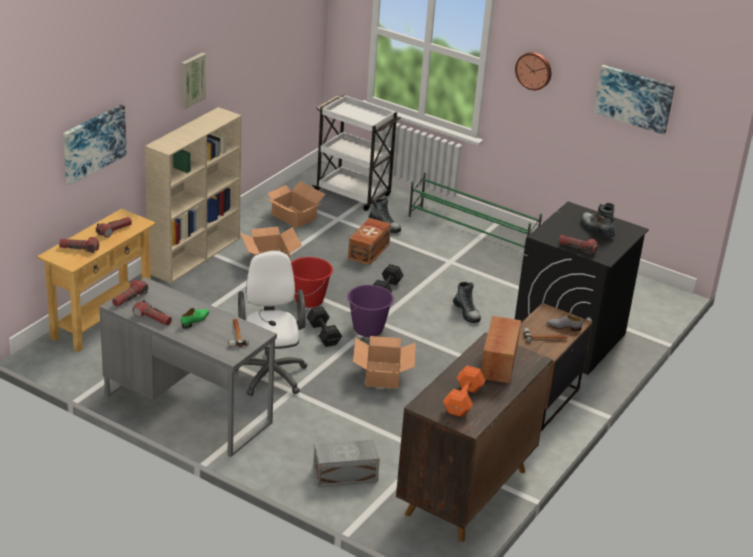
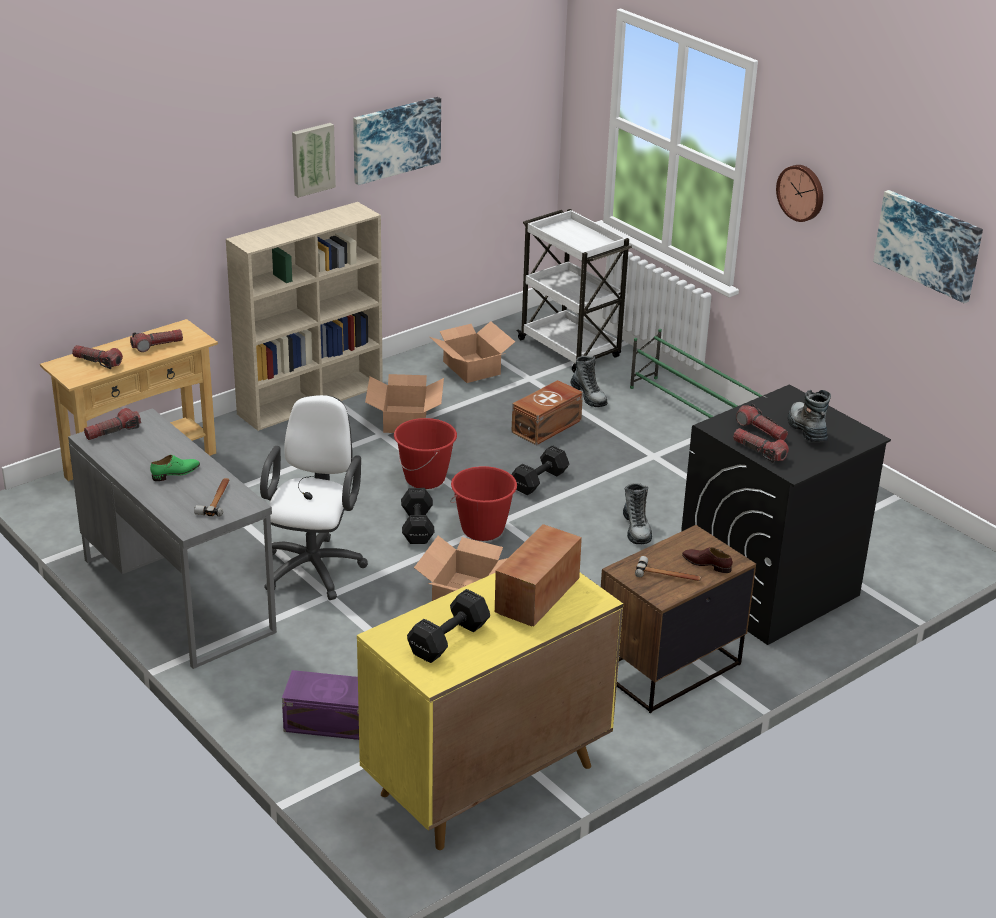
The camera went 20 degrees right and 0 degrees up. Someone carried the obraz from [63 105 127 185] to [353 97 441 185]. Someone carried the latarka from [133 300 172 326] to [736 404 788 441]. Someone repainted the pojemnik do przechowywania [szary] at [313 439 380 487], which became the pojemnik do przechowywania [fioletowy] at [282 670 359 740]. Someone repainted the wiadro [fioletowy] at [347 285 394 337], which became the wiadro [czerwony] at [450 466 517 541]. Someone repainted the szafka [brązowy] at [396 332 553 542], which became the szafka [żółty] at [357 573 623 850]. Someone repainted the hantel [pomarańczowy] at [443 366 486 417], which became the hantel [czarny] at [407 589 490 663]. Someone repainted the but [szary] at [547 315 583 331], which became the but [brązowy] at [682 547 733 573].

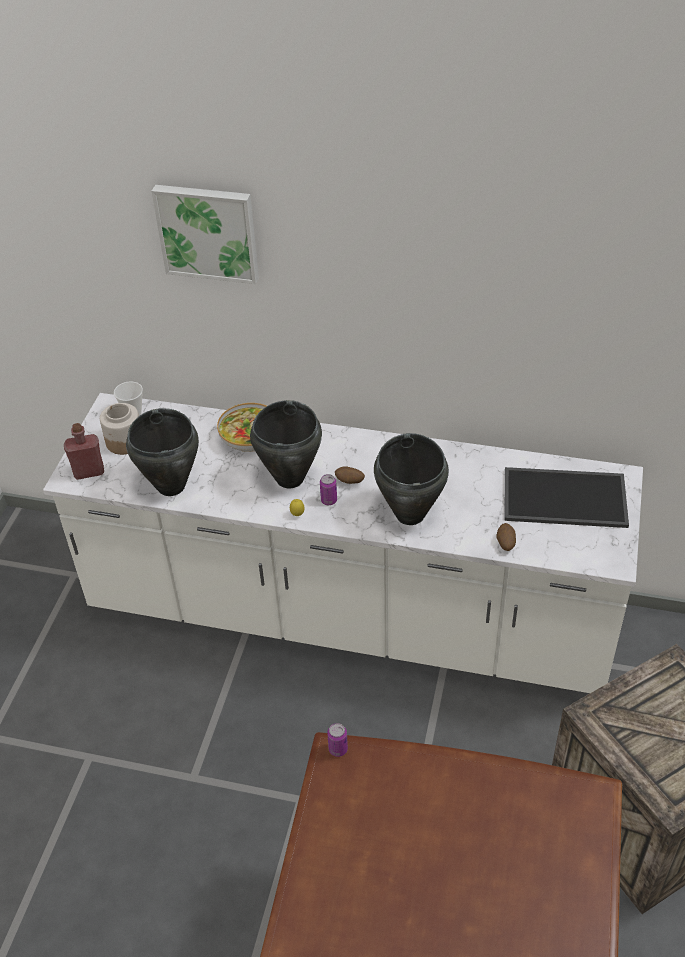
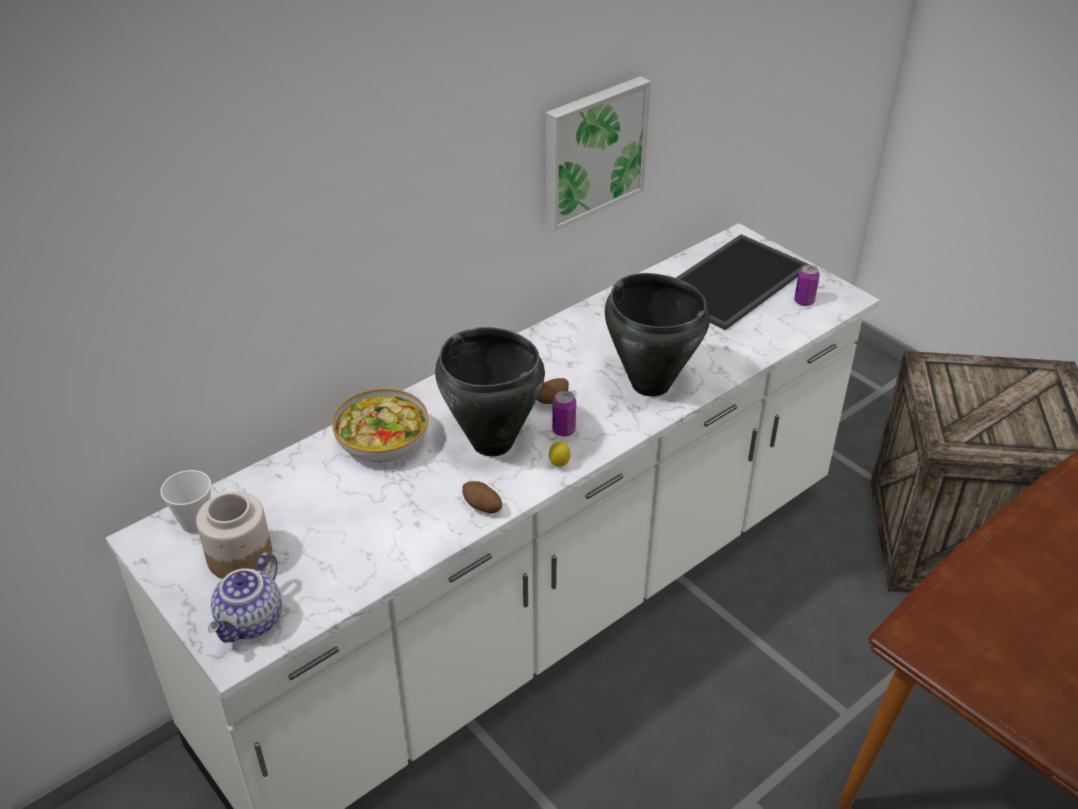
The camera went 55 degrees left and 5 degrees down. Someone swapped the butelka [czerwony] at [64 423 104 480] for the imbryk at [208 552 282 643]. Someone took away the garnek [czarny] at [126 408 199 496]. Someone carried the obraz from [151 185 259 284] to [545 76 651 231]. Someone carried the puszka from [327 723 348 757] to [794 265 820 306]. Someone carried the ziemniak from [496 523 516 551] to [462 481 502 514].

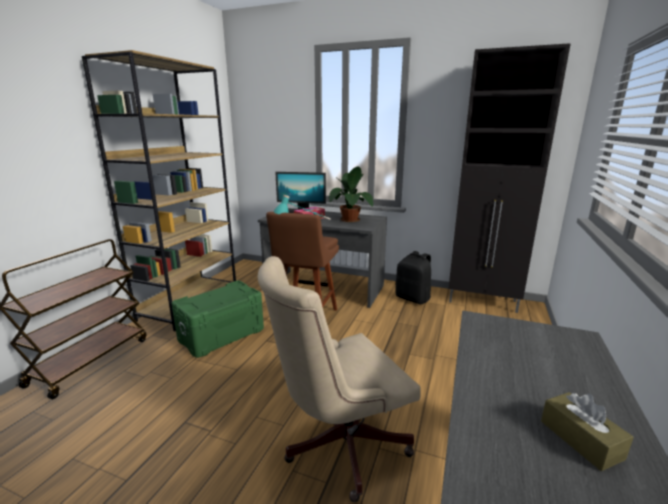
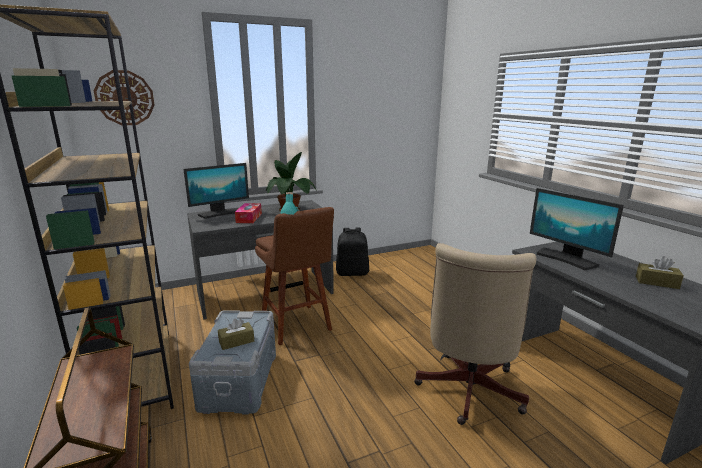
The camera went 45 degrees left and 0 degrees up. Someone repainted the pojemnik do przechowywania [zielony] at [171 281 264 358], which became the pojemnik do przechowywania [szary] at [189 310 276 415]. Someone took away the szafka [czarny] at [448 43 571 313]. Someone put up the zegar ścienny at [94 70 155 125]. Someone put down the pudełko chusteczek [brązowy] at [218 318 254 350]. Someone put down the monitor at [530 188 624 270].

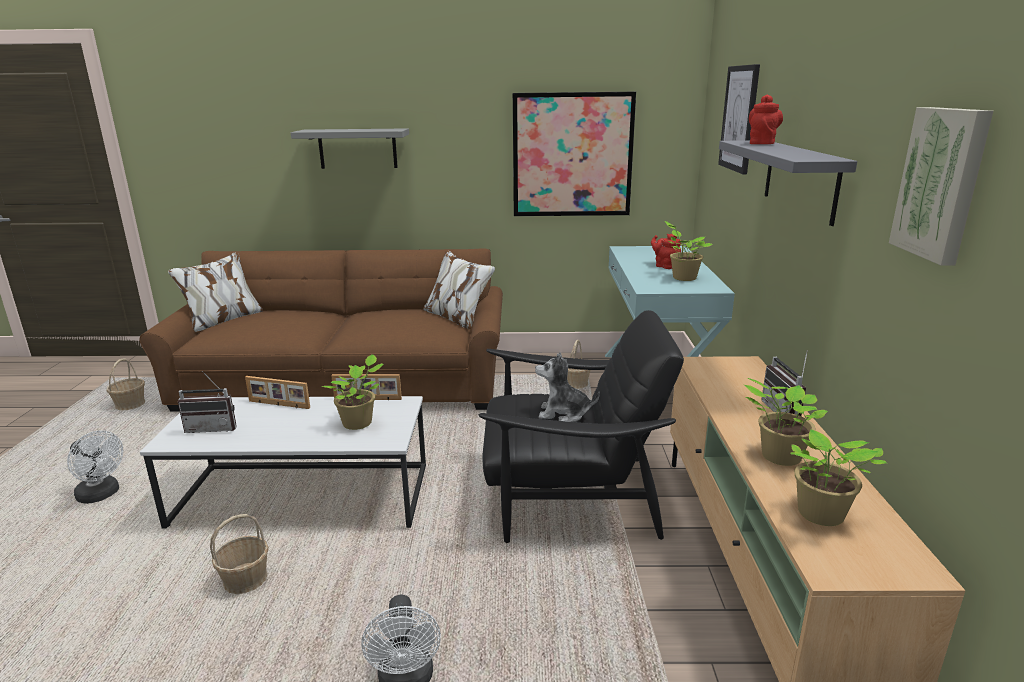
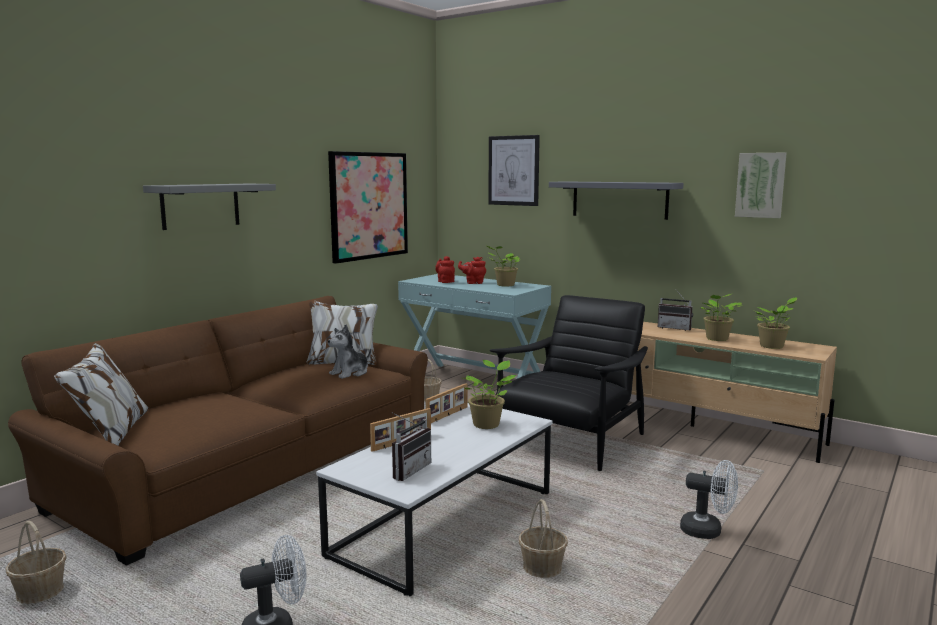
The camera went 55 degrees left and 10 degrees down. Someone carried the pluszak from [535 352 600 422] to [328 324 371 379]. Someone carried the imbryk [czerwony] from [749 95 783 144] to [436 256 455 283].

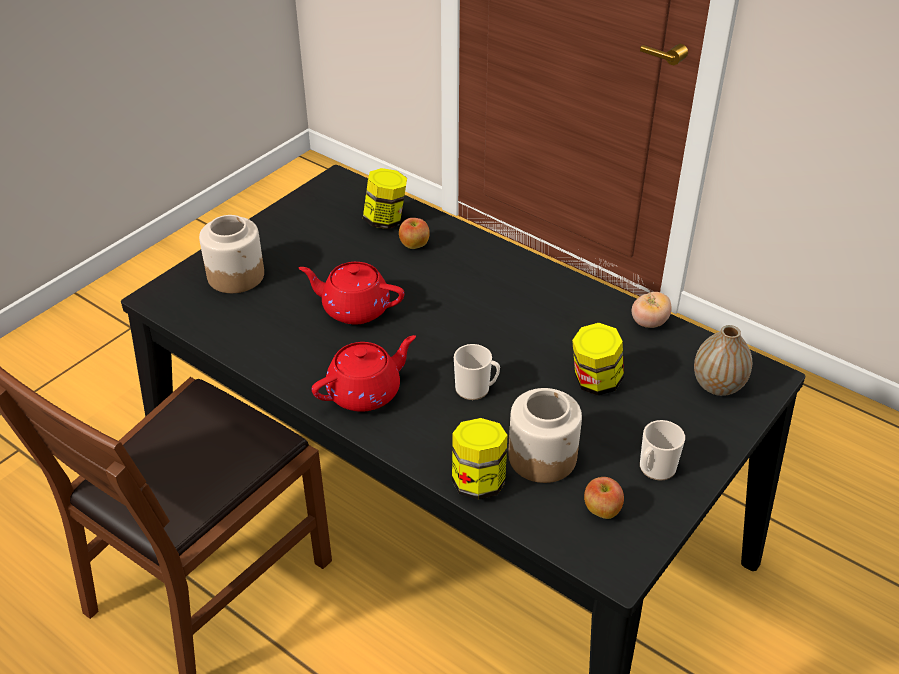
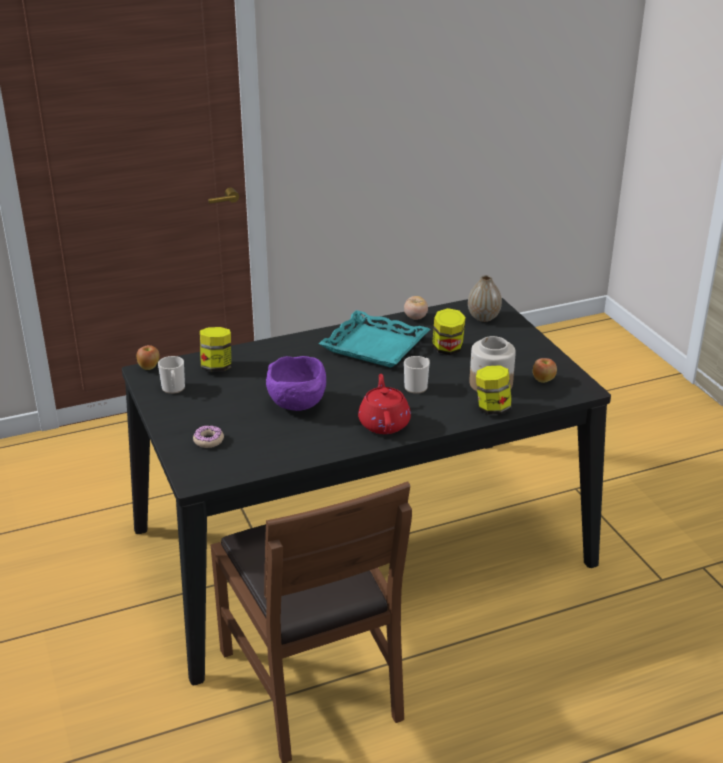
The camera went 60 degrees left and 10 degrees down. Someone swapped the słoik at [199 215 264 293] for the donut at [193 425 224 448]. Someone swapped the imbryk [czerwony] at [299 262 404 325] for the miska [fioletowy] at [266 356 326 411]. Someone carried the jabłko from [399 218 430 249] to [137 345 160 370]. Someone carried the kubek from [640 420 685 481] to [158 356 185 394]. Someone put down the taca [turkusowy] at [319 310 430 368].

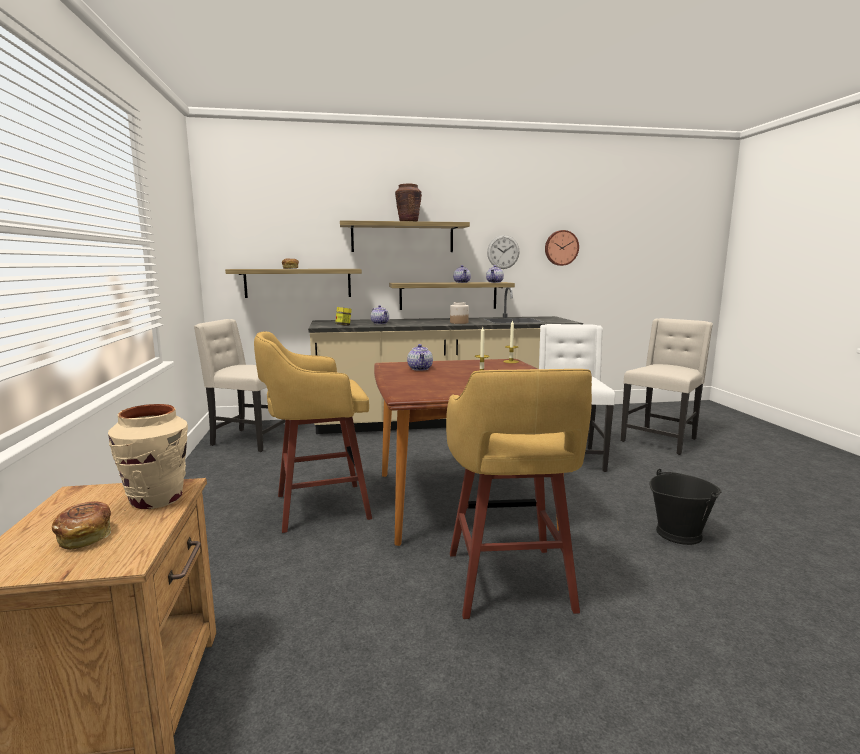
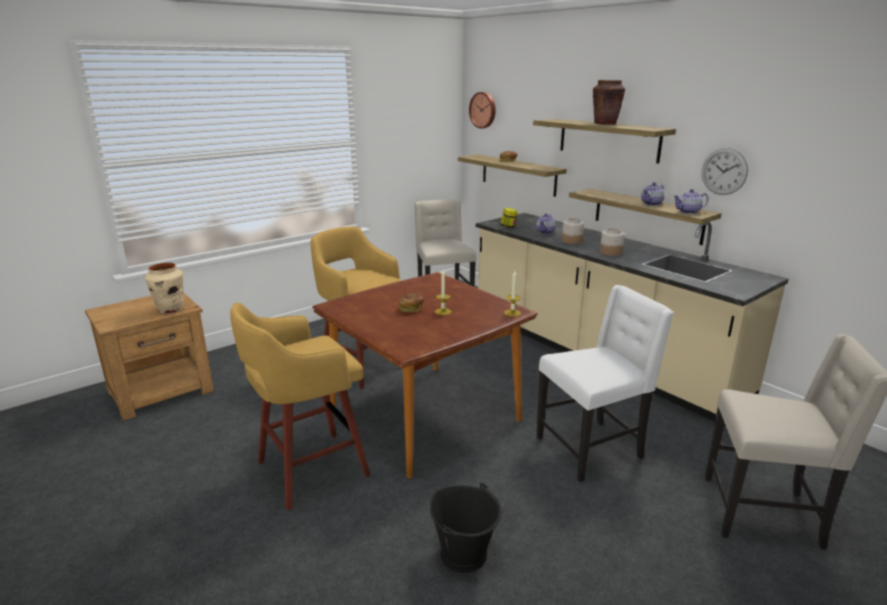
The camera went 60 degrees right and 10 degrees up. Someone carried the chleb from [52 501 111 550] to [399 293 424 312]. Someone took away the imbryk at [407 344 433 371]. Someone carried the zegar ścienny from [545 230 579 266] to [469 92 496 129]. Someone put down the słoik at [562 218 584 244].

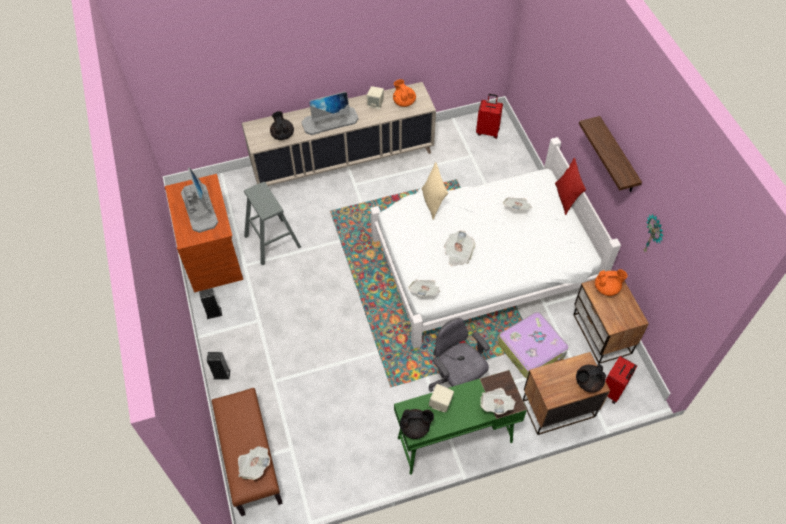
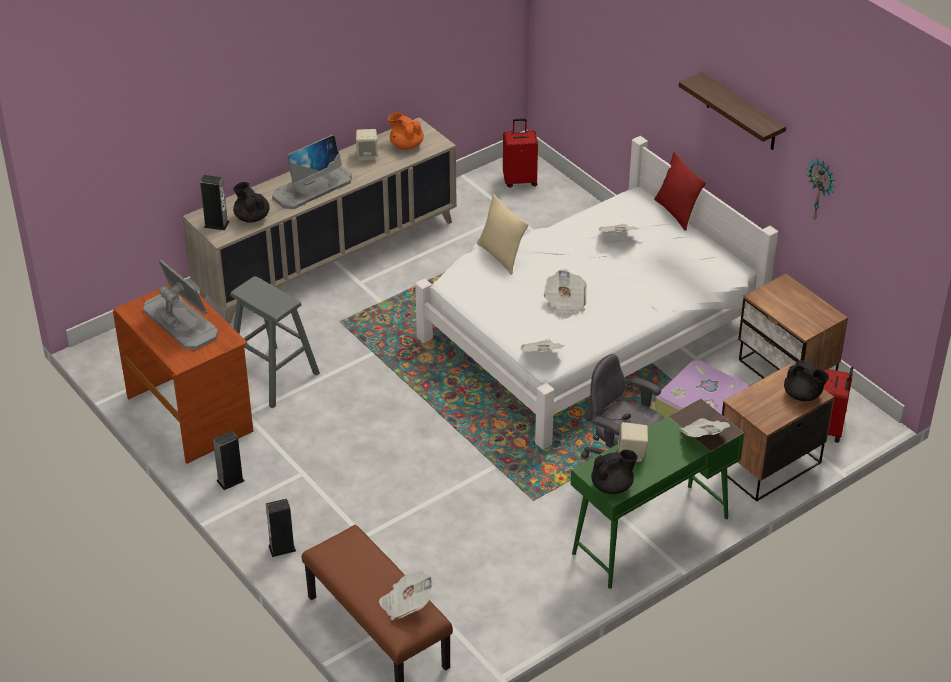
The camera went 20 degrees left and 15 degrees down. Someone rotated the imbryk [czarny] at [576 364 606 392] by 105 degrees counterclockwise. Someone took away the imbryk [pomarańczowy] at [595 269 627 296]. Someone put down the głośnik at [200 175 229 230].

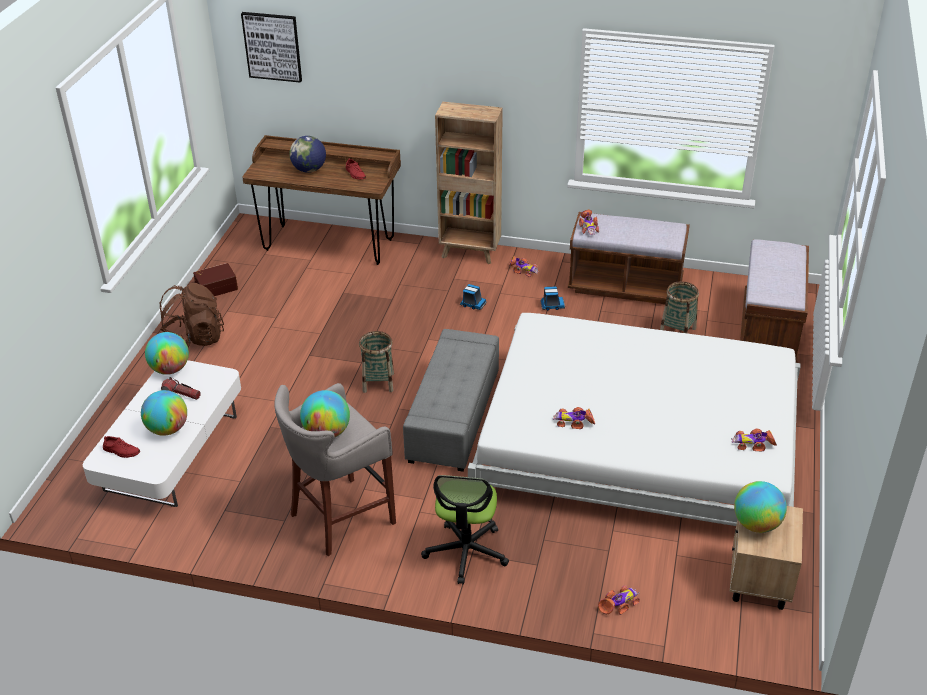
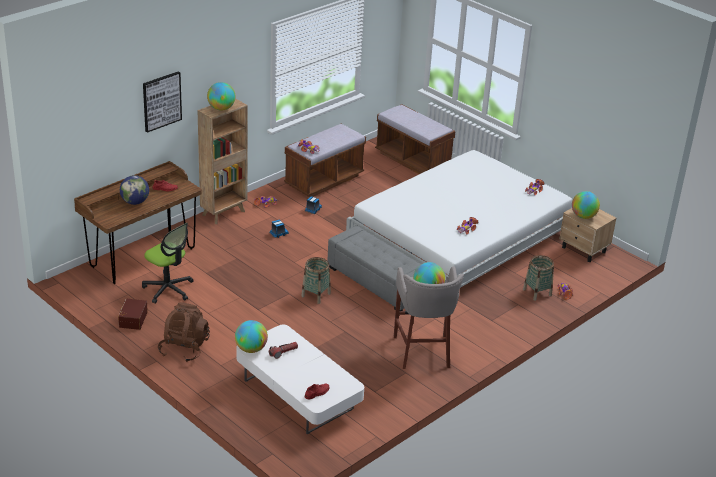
The camera went 60 degrees left and 5 degrees down. Someone carried the globus from [141 390 187 436] to [207 82 235 110]. Someone carried the obraz from [241 12 302 83] to [143 72 182 133]. Someone carried the krzesło biurowe from [421 475 509 585] to [142 223 194 304]. Someone carried the koszyk from [660 281 699 333] to [523 255 554 301].

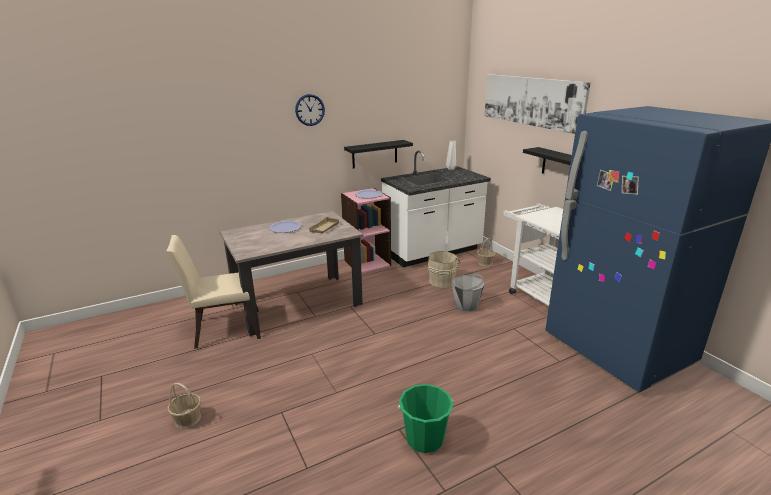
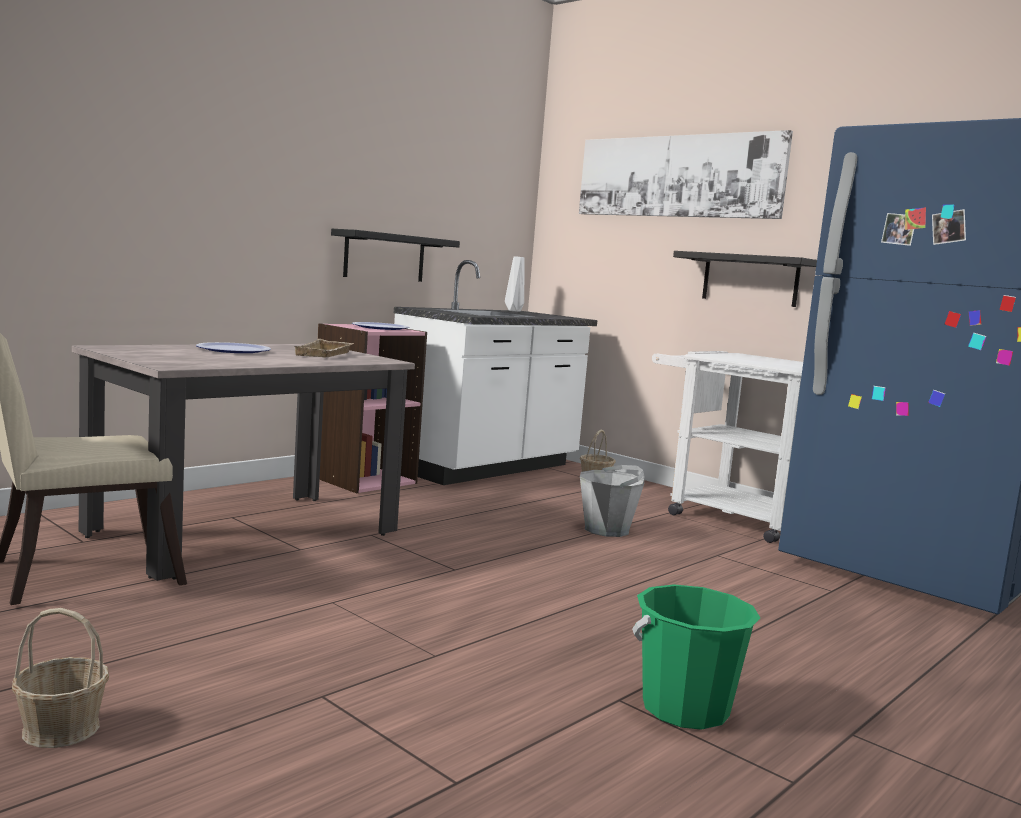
The camera went 20 degrees left and 15 degrees down. Someone took away the zegar ścienny at [295 94 325 126]. Someone took away the wiadro [beżowy] at [428 251 460 288].

